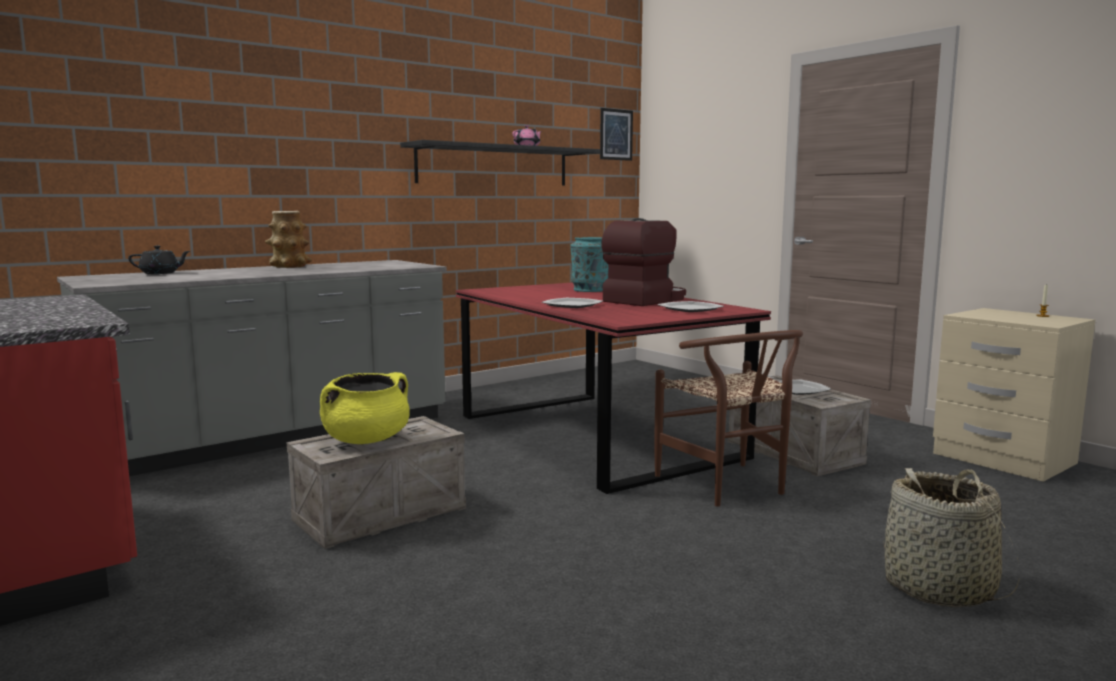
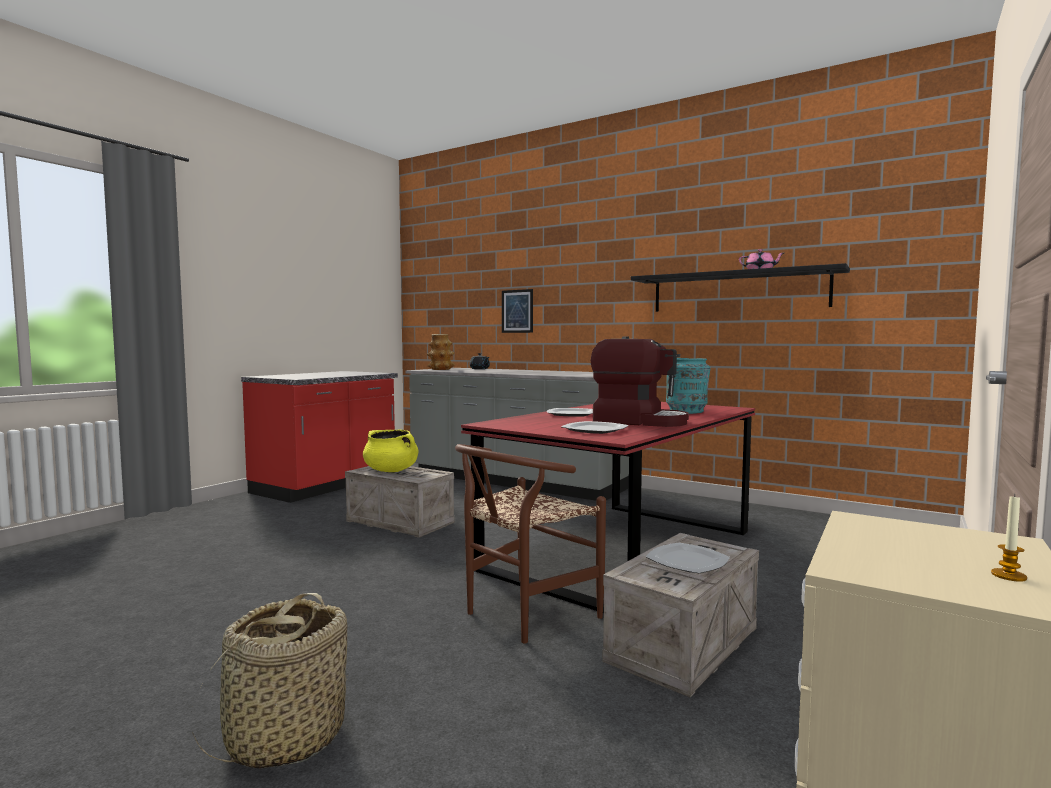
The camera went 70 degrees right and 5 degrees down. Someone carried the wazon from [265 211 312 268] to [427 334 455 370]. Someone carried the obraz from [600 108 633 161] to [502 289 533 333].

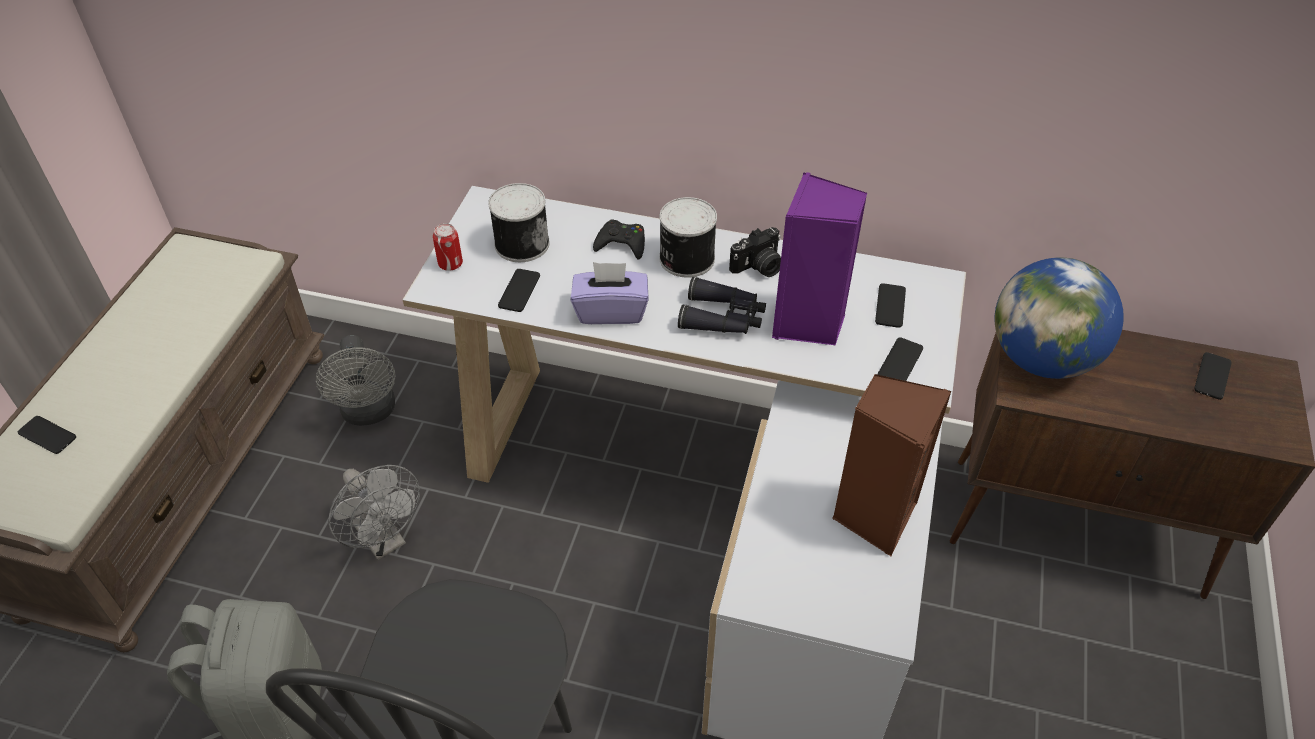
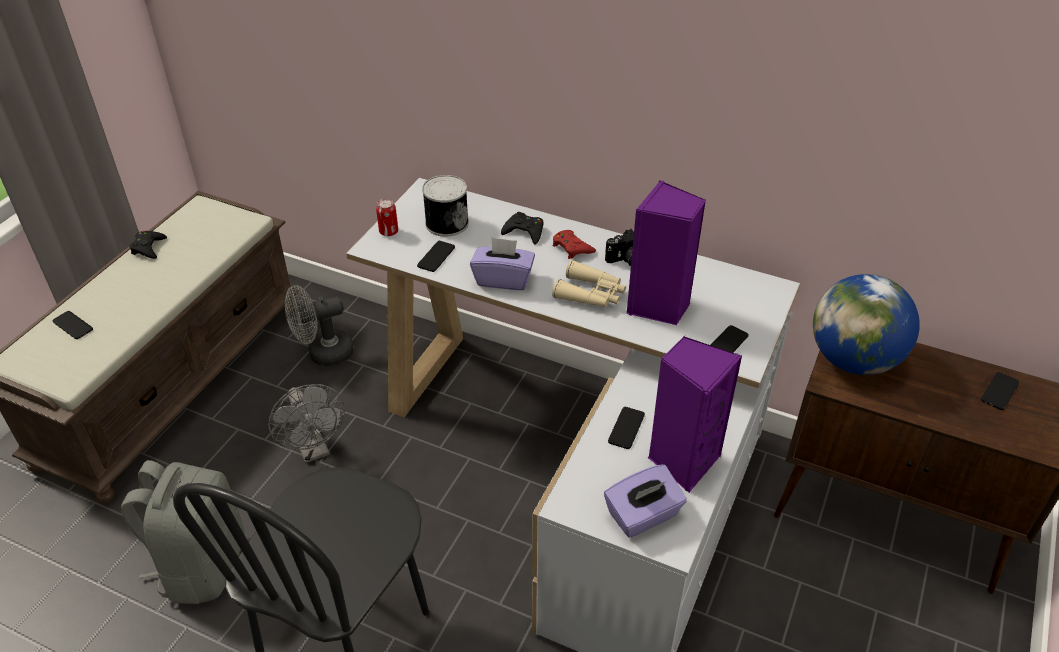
The camera went 10 degrees right and 5 degrees down. Someone rotated the wentylator [szary] at [316 335 396 426] by 75 degrees clockwise. Someone swapped the puszka at [659 197 717 278] for the pad do gier [czerwony] at [553 230 596 259]. Someone repainted the lornetka [czarny] at [678 277 766 334], which became the lornetka [beżowy] at [552 260 626 308]. Someone repainted the głośnik [brązowy] at [832 373 951 557], which became the głośnik [fioletowy] at [648 336 742 493]. Someone carried the telefon from [875 283 906 328] to [608 407 645 449]. Someone put down the pad do gier [czarny] at [129 231 167 259]. Someone put down the pudełko chusteczek [fioletowy] at [604 464 687 538].

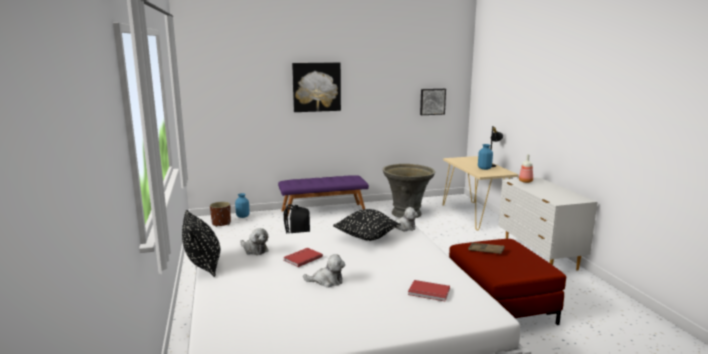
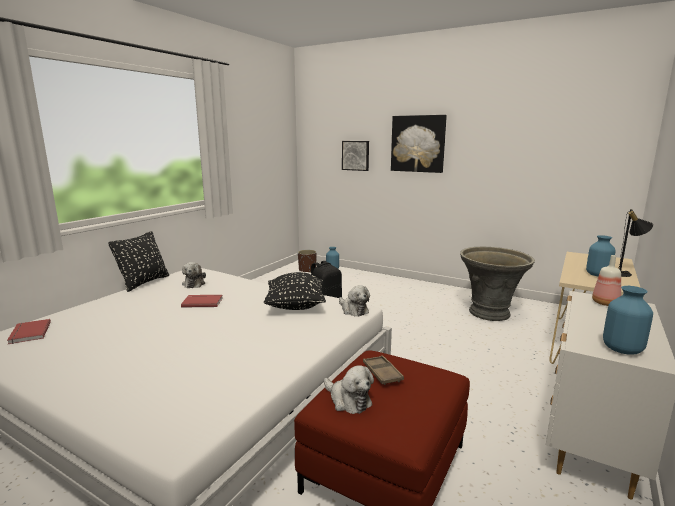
The camera went 45 degrees right and 0 degrees up. Someone took away the ławka [fioletowy] at [278 175 369 216]. Someone carried the pluszak from [303 254 345 288] to [324 365 374 414]. Someone carried the książka [czerwony] from [408 280 450 301] to [7 319 51 344]. Someone carried the obraz from [420 89 446 115] to [342 141 369 171]. Someone put down the wazon [niebieski] at [603 286 653 355].

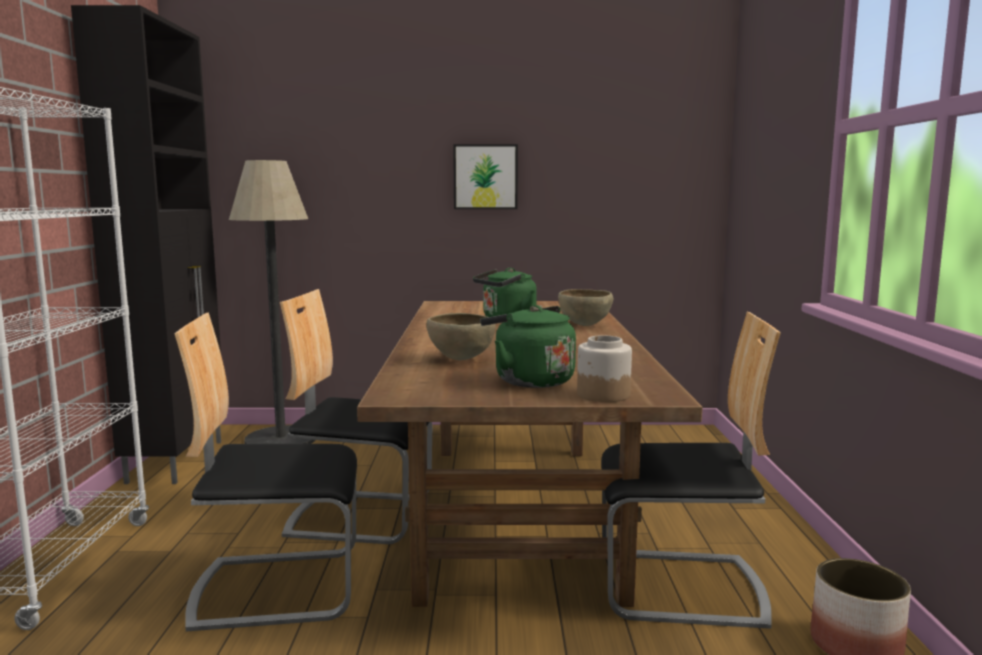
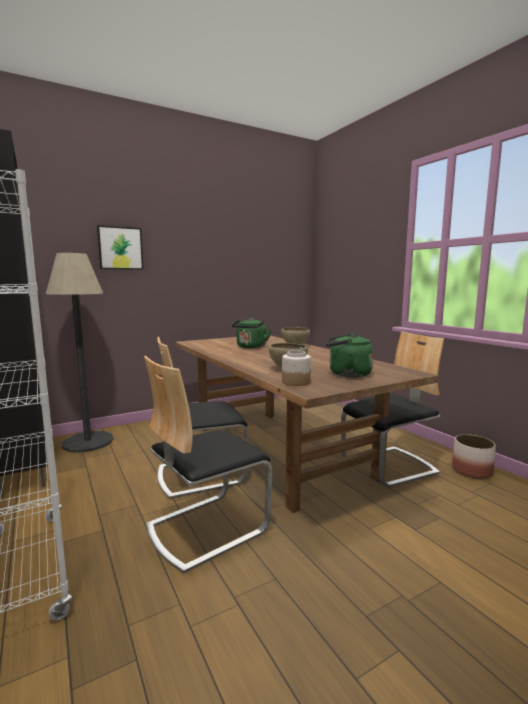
The camera went 30 degrees left and 0 degrees up. Someone carried the obraz from [453 144 518 209] to [97 225 144 270]. Someone carried the słoik from [577 335 632 402] to [282 350 311 386].

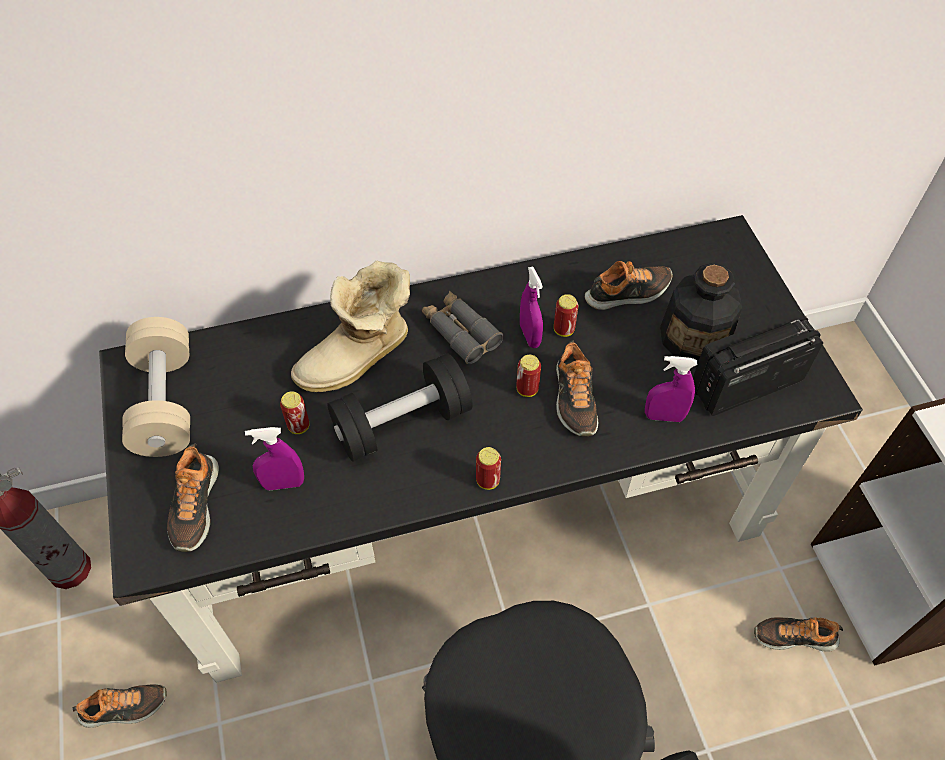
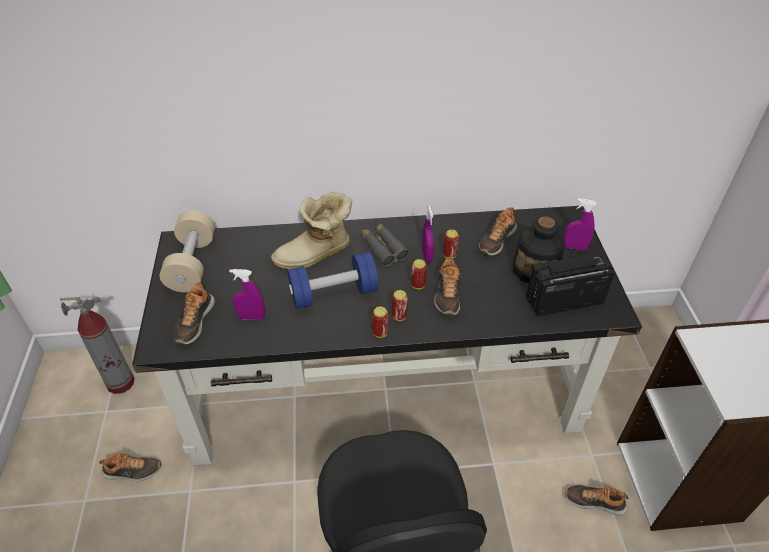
The camera went 10 degrees right and 10 degrees down. Someone carried the puszka from [280 391 309 434] to [392 290 408 321]. Someone repainted the hantel [czarny] at [327 353 473 462], which became the hantel [niebieski] at [287 252 379 309]. Someone rotated the but at [585 261 673 310] by 135 degrees clockwise. Someone carried the spryskiwacz [fioletowy] from [645 356 697 422] to [564 198 597 251].

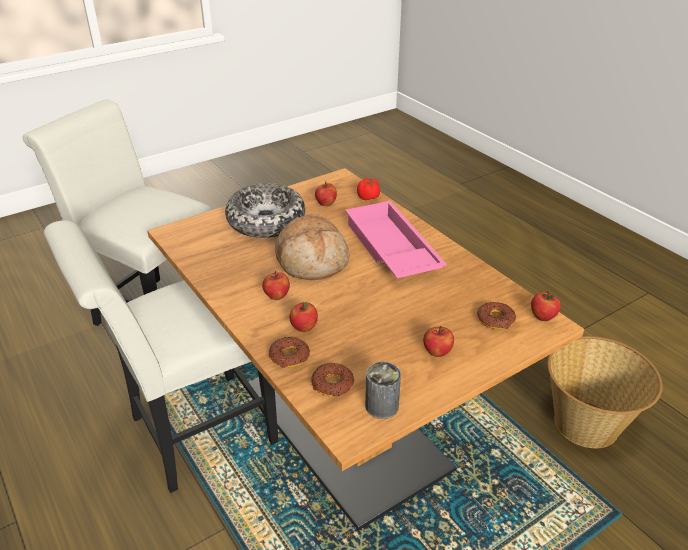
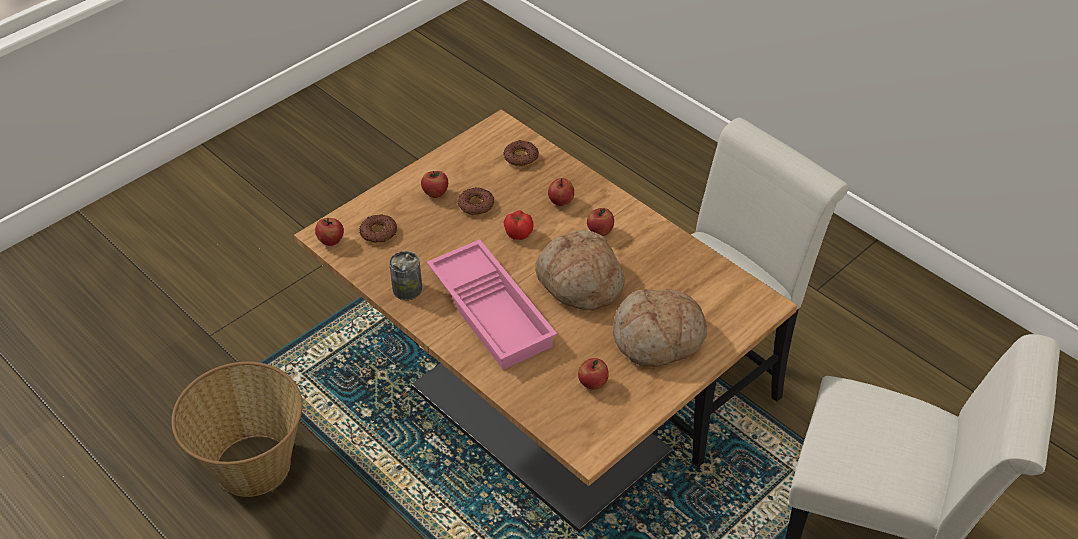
The camera went 170 degrees right and 10 degrees up. Someone swapped the miska at [225 183 305 238] for the chleb at [613 289 707 367]. Someone carried the donut from [269 337 310 368] to [458 187 494 215]. Someone carried the pomidor from [357 178 380 200] to [504 210 534 240]. Someone carried the puszka from [365 362 401 419] to [389 251 422 300].

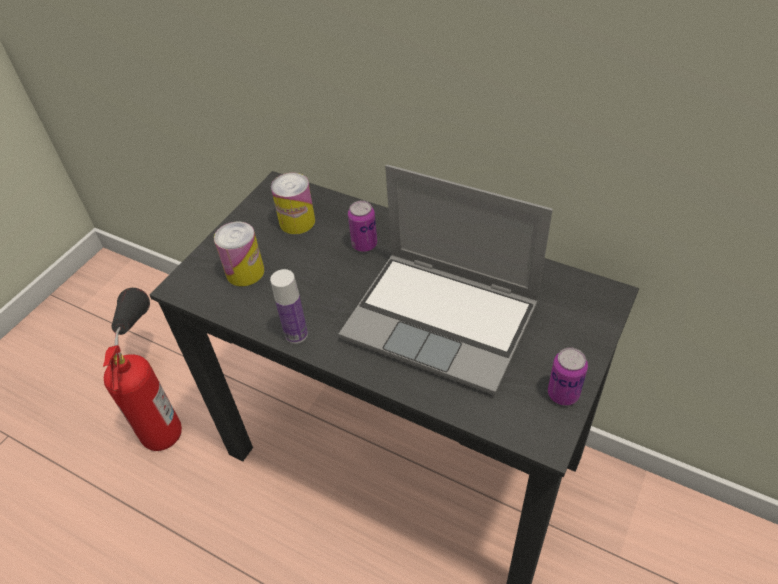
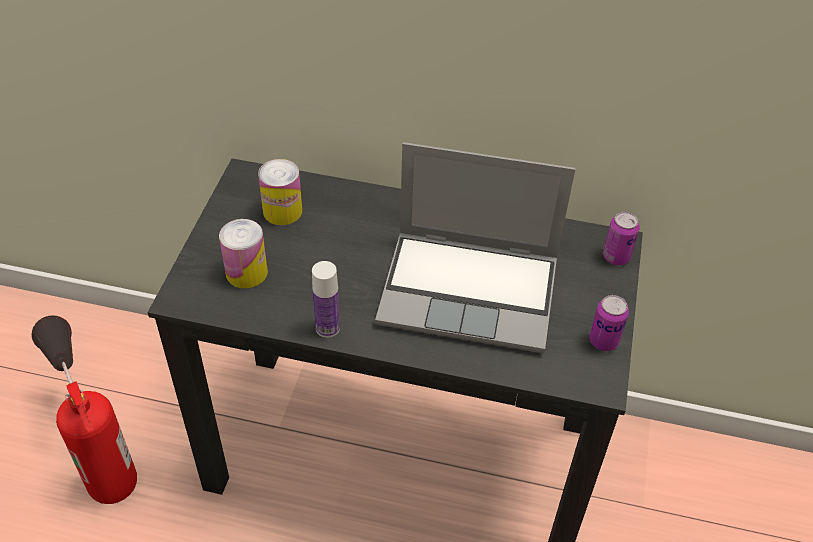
The camera went 20 degrees left and 0 degrees up. Someone carried the puszka from [348 201 377 252] to [603 211 640 265].

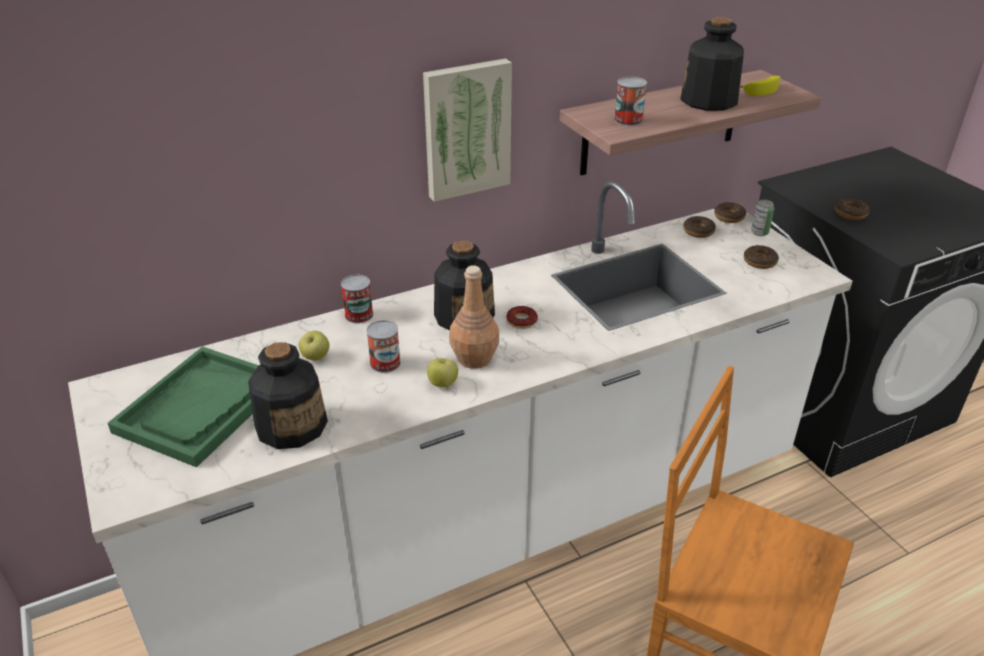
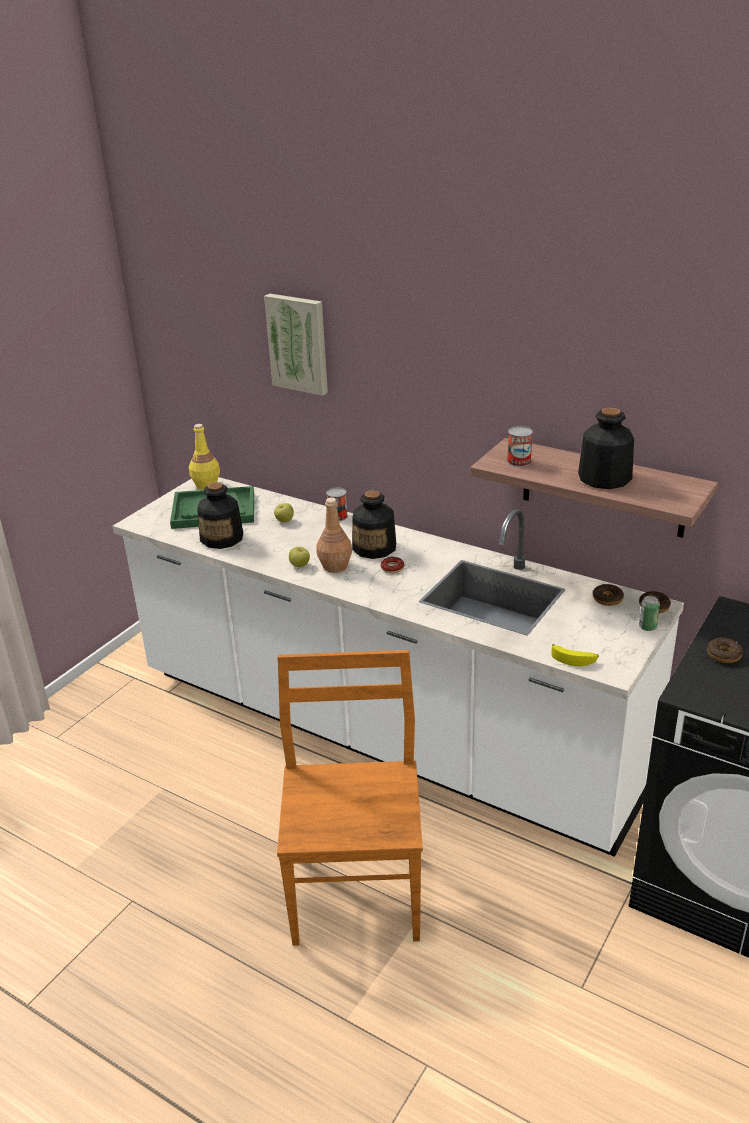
The camera went 60 degrees right and 5 degrees down. Someone took away the puszka at [366 320 401 373]. Someone carried the obraz from [423 58 512 202] to [264 294 328 396]. Someone carried the banan from [740 76 780 96] to [552 644 599 666]. Someone took away the donut at [744 245 779 269]. Someone put down the butelka [żółty] at [189 424 220 490].

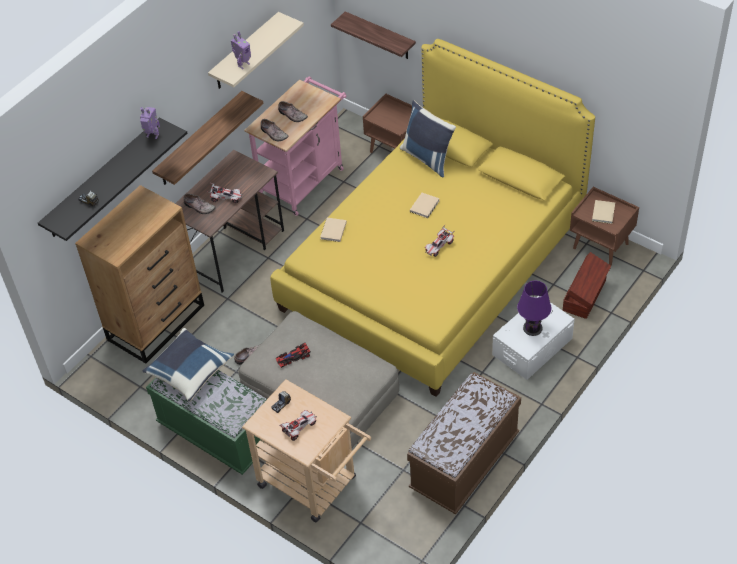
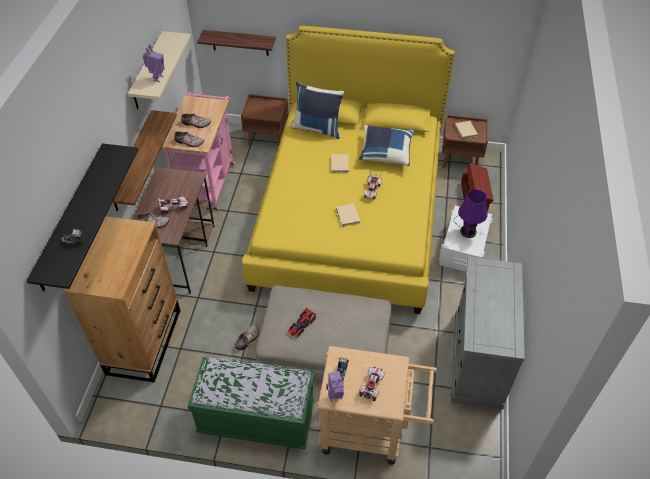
The camera went 30 degrees left and 0 degrees up. Someone carried the robot zabawkowy from [140 107 160 139] to [326 371 344 401]. Someone carried the poduszka [niebieski] from [143 328 234 402] to [359 125 414 166]. Someone carried the książka [beżowy] from [320 218 347 242] to [336 204 360 226]. Someone swapped the ławka [brązowy] at [407 372 521 515] for the szafka [szary] at [451 257 525 410].

